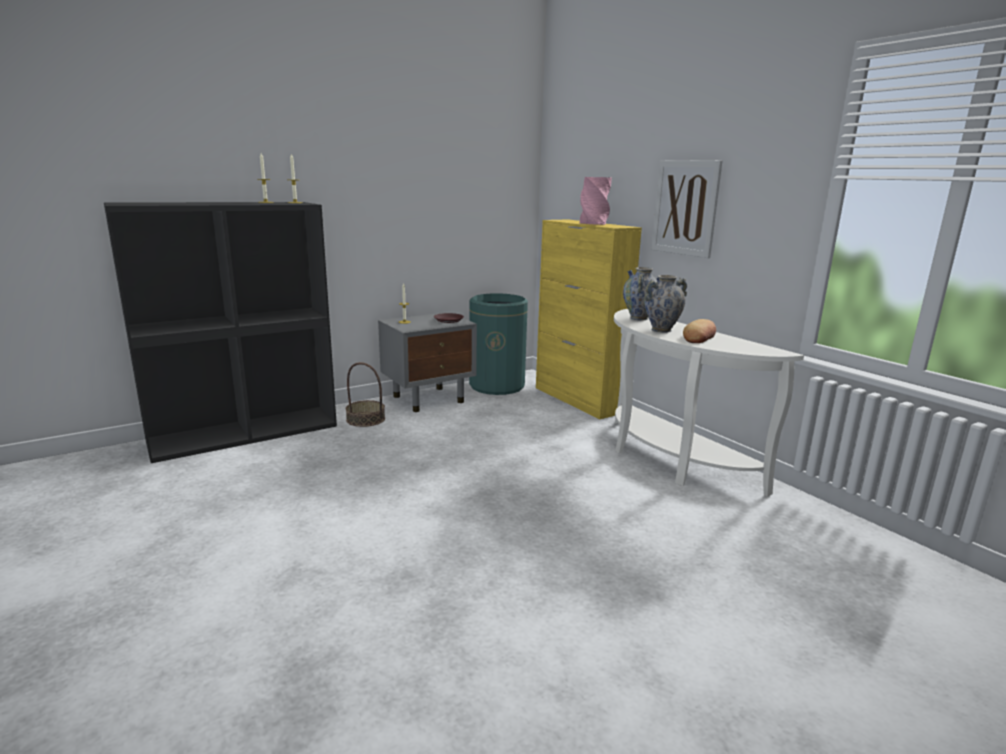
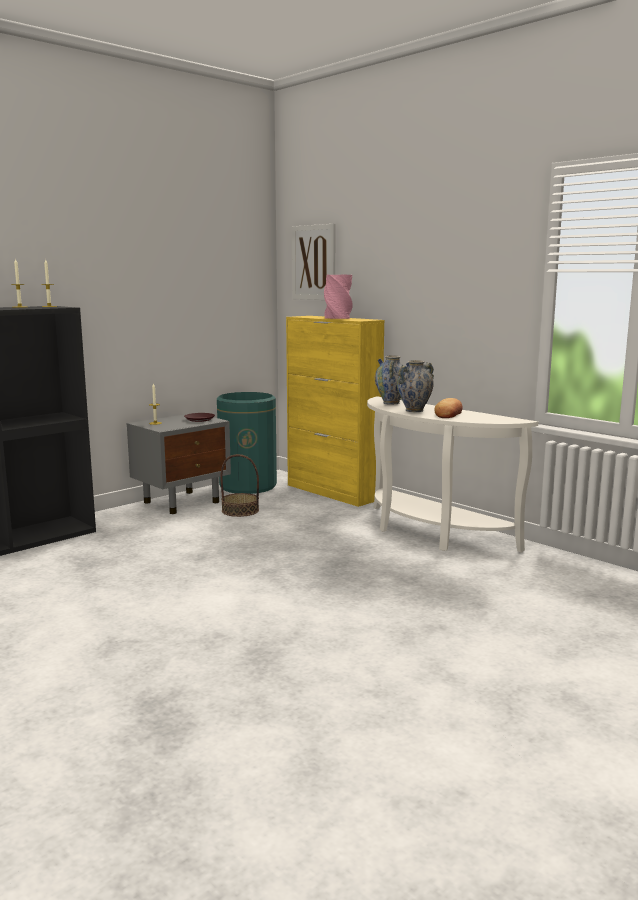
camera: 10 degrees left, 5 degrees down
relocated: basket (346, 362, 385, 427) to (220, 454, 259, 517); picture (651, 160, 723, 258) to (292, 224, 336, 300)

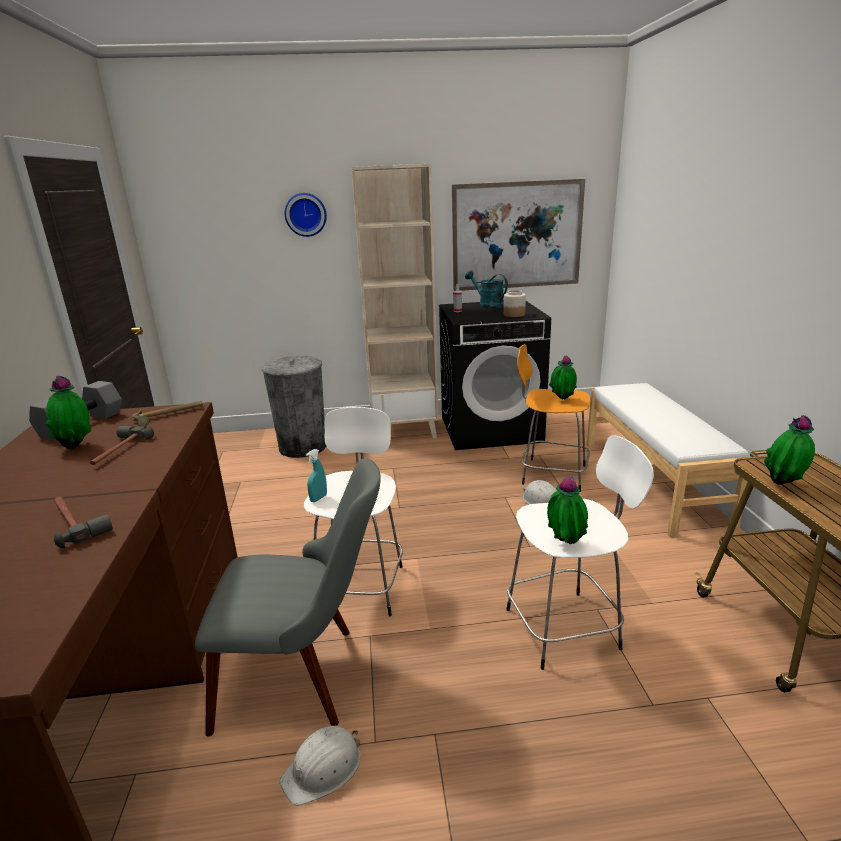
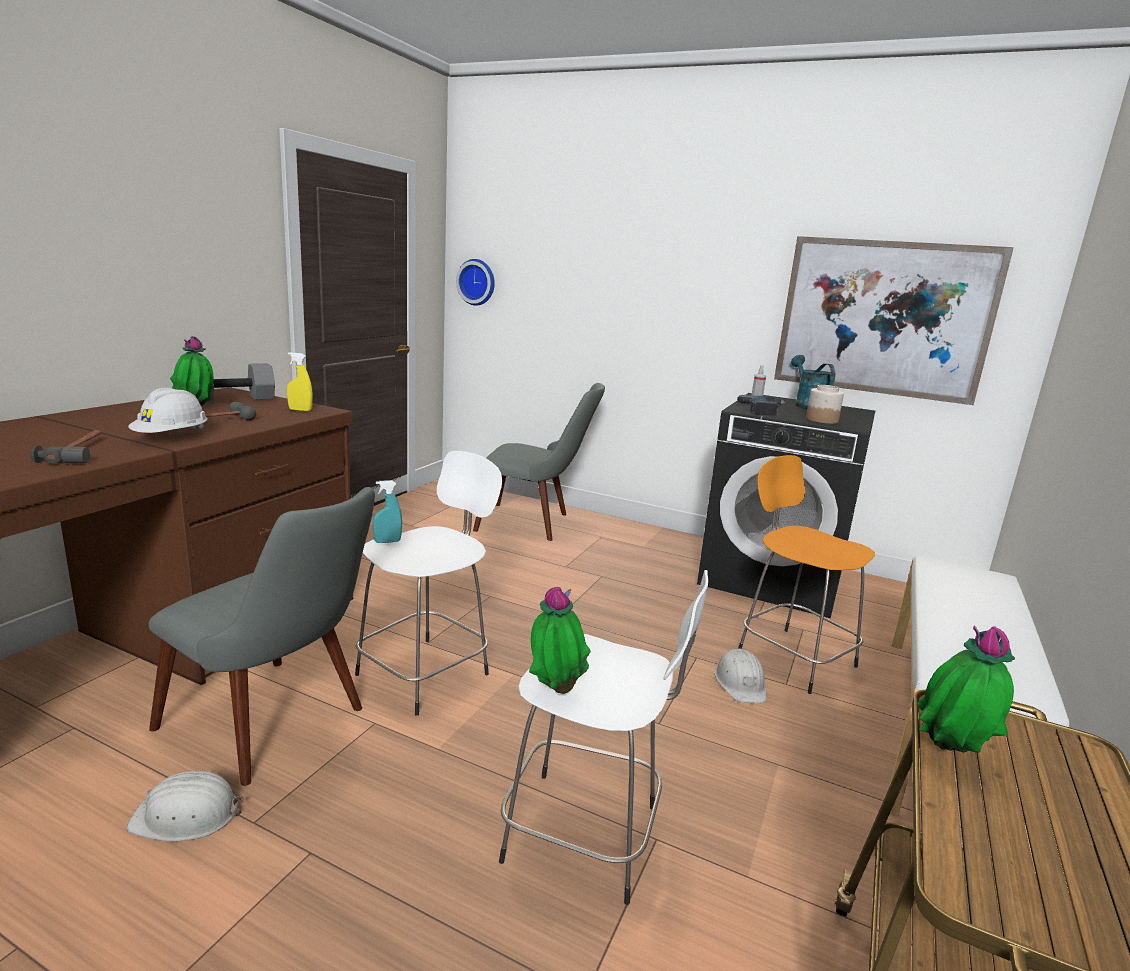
camera: 30 degrees right, 5 degrees down
missing: beige bookcase (351, 164, 439, 438); potted plant (549, 356, 577, 399)
appeared: white hard hat (128, 388, 208, 433); power drill (737, 395, 785, 416)
relocated: wall clock (285, 193, 327, 237) to (456, 259, 495, 306)
exchanged: hammer (132, 401, 203, 427) to yellow spray bottle (287, 352, 313, 412); grey trash can (262, 356, 326, 458) to grey chair (473, 383, 605, 541)

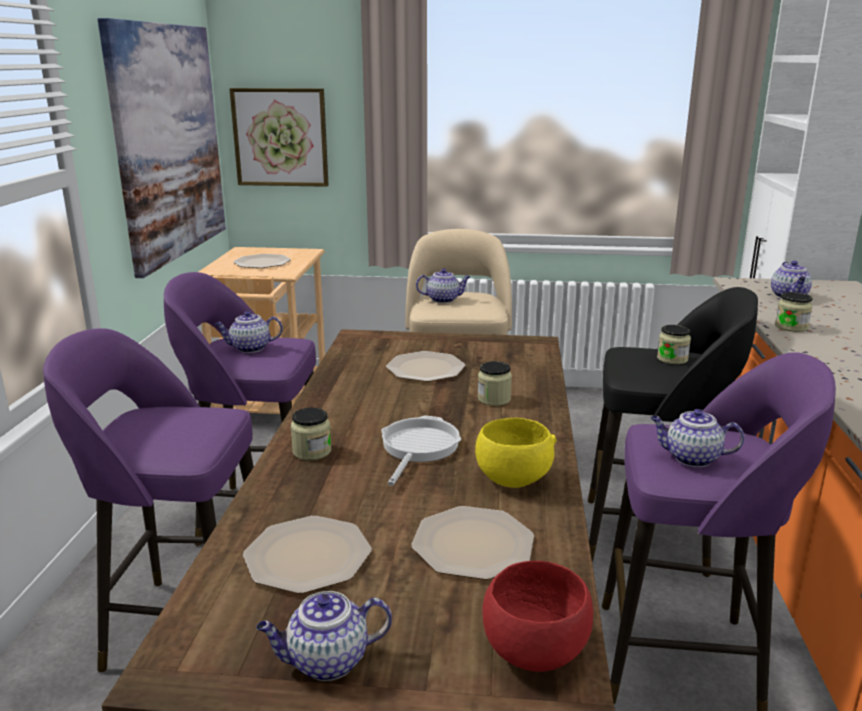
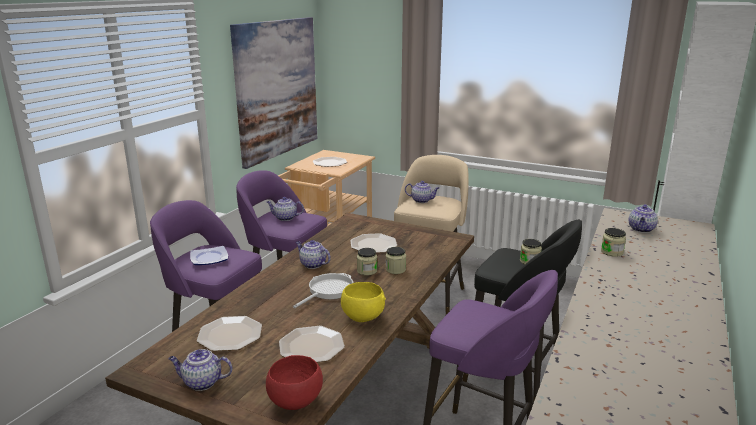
camera: 20 degrees right, 0 degrees up
missing: picture (229, 88, 329, 187)
appeared: plate (190, 246, 228, 265)
relocated: teapot (650, 409, 745, 467) to (296, 240, 331, 269); jar (291, 408, 331, 460) to (357, 248, 377, 276)

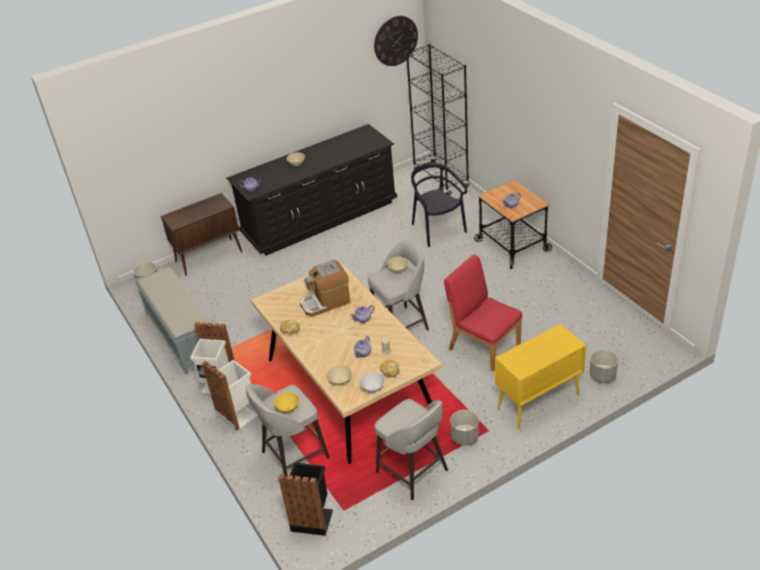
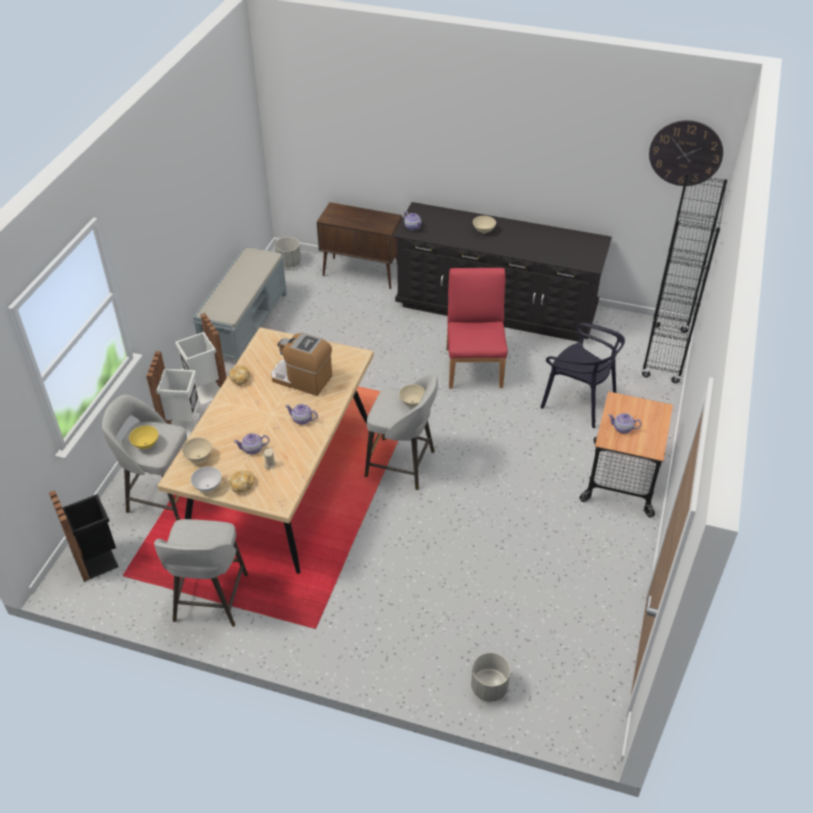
camera: 45 degrees right, 5 degrees up
missing: grey planter (450, 410, 479, 446); yellow cabinet (495, 324, 586, 429)
relocated: red chair (444, 255, 522, 372) to (446, 268, 508, 389)
spun: black chair (411, 162, 467, 247) = (540, 323, 625, 428) 105 degrees clockwise

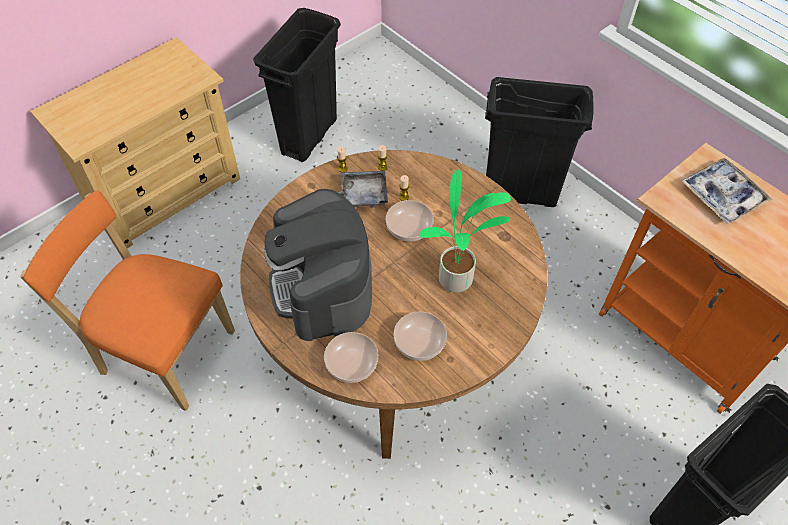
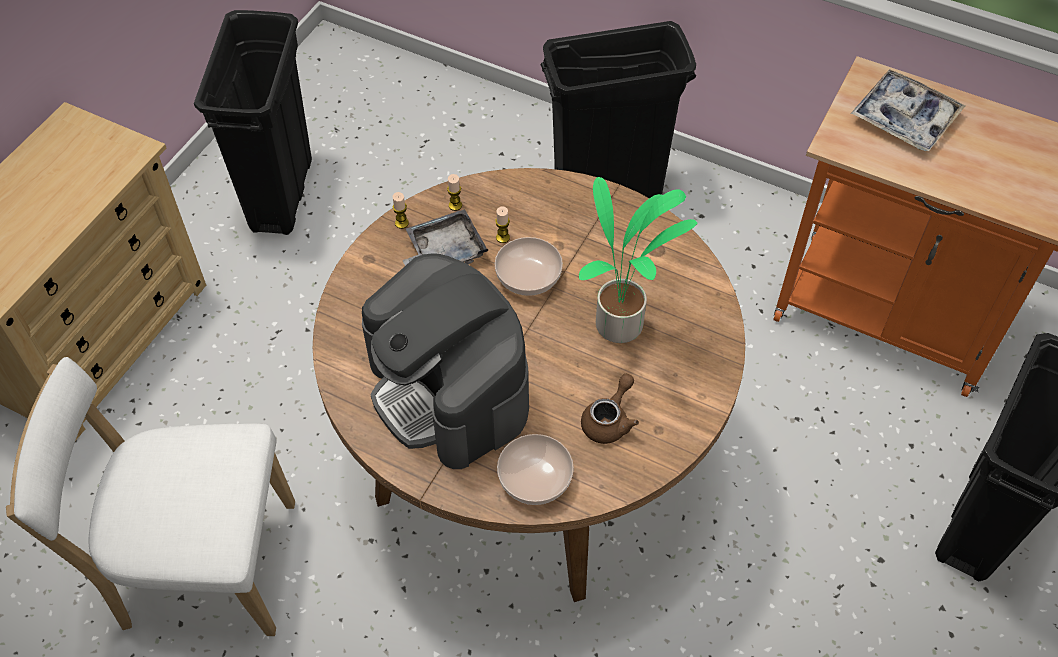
camera: 20 degrees left, 0 degrees up
exchanged: bowl (394, 312, 447, 361) to brown teapot (581, 373, 639, 444)
colour: orange chair (20, 190, 235, 411) to white chair (6, 357, 295, 636)

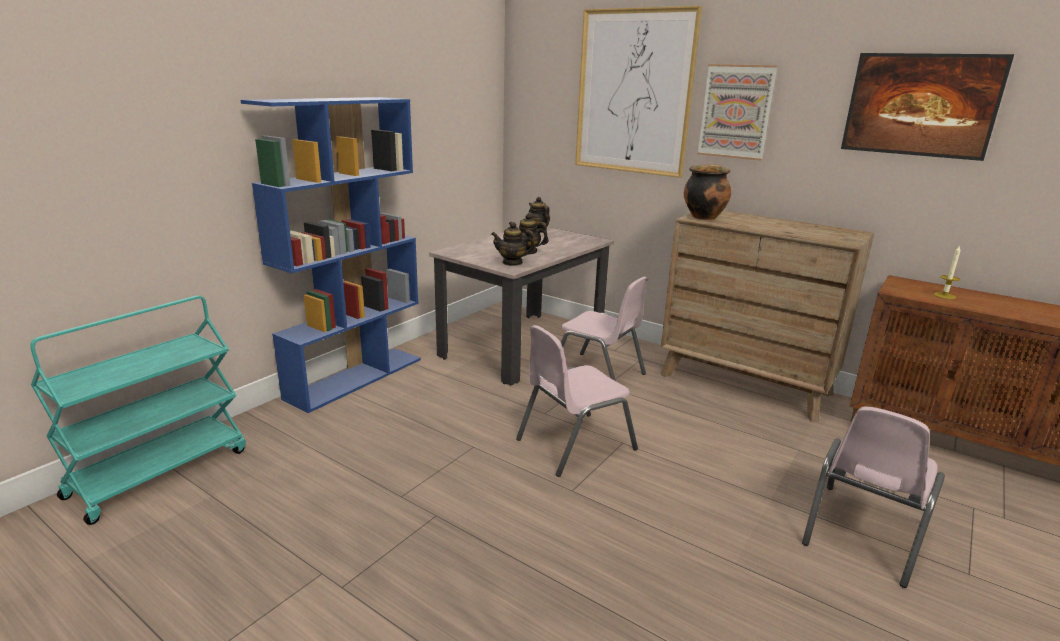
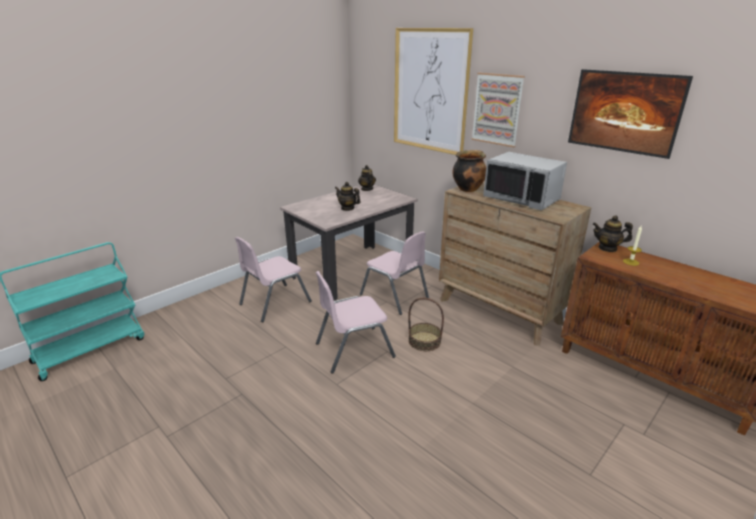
camera: 10 degrees right, 5 degrees up
missing: blue bookcase (241, 97, 421, 413)
appeared: basket (408, 298, 444, 351); grey microwave (483, 152, 567, 210)
relocated: pink chair (802, 407, 945, 588) to (235, 237, 312, 322); teapot (491, 222, 536, 266) to (593, 215, 633, 252)

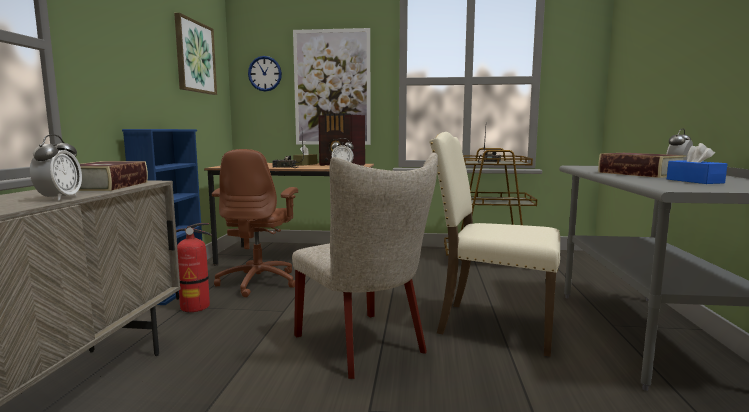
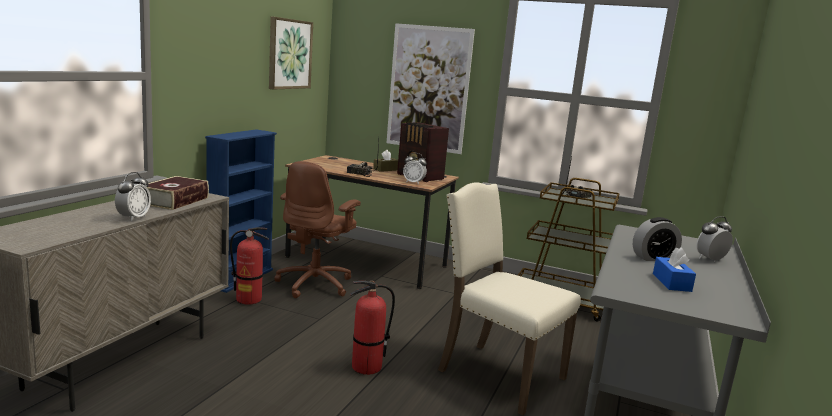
camera: 15 degrees right, 5 degrees up
missing: wall clock (248, 56, 282, 92)
exchanged: beige chair (292, 153, 438, 379) to fire extinguisher (350, 281, 395, 375); book (598, 153, 686, 178) to alarm clock (633, 217, 682, 261)

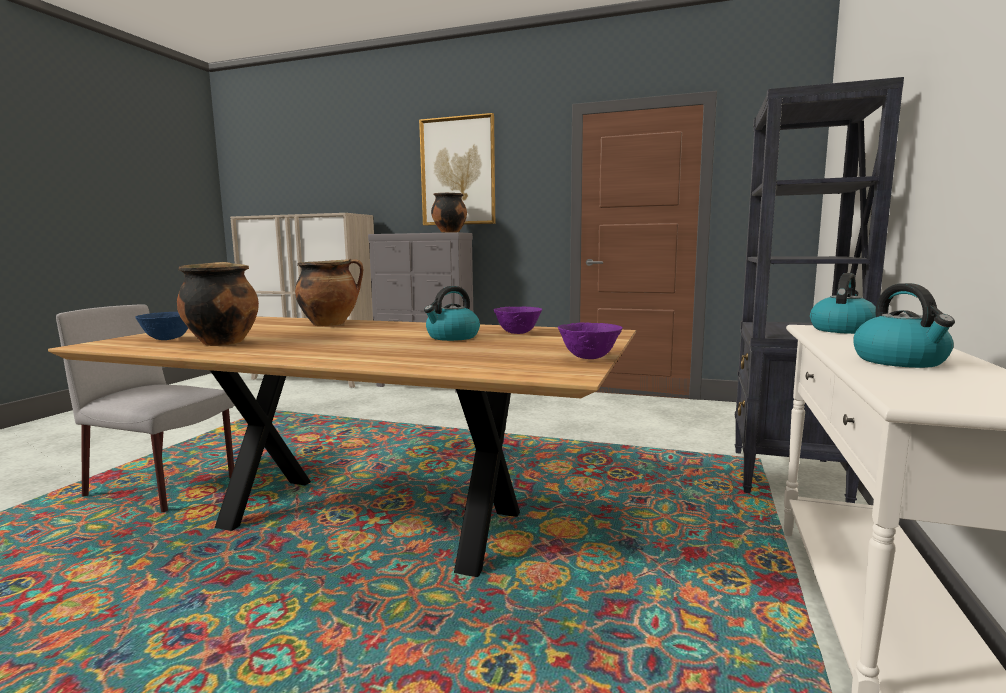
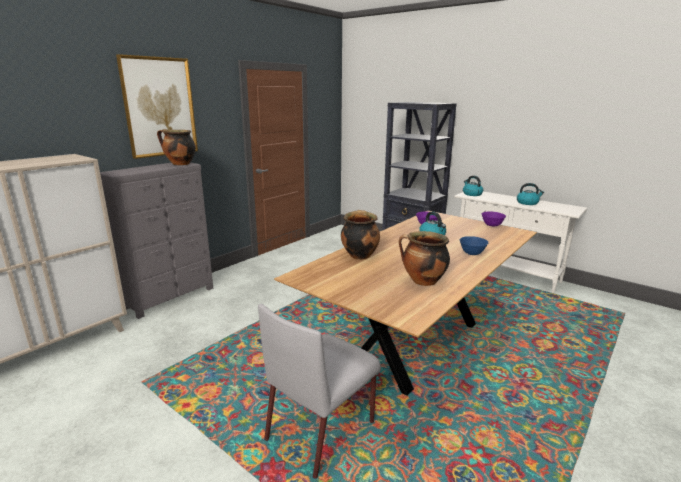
camera: 70 degrees left, 10 degrees up
relocated: blue bowl (135, 312, 188, 340) to (460, 236, 488, 255)

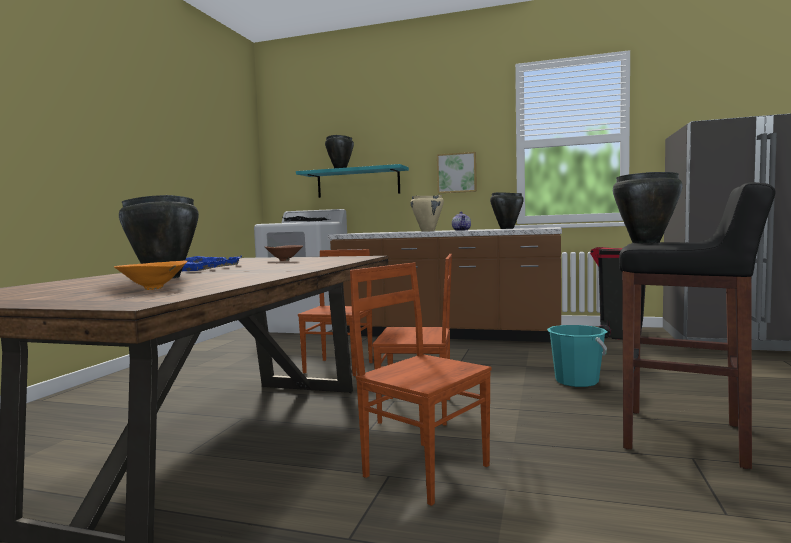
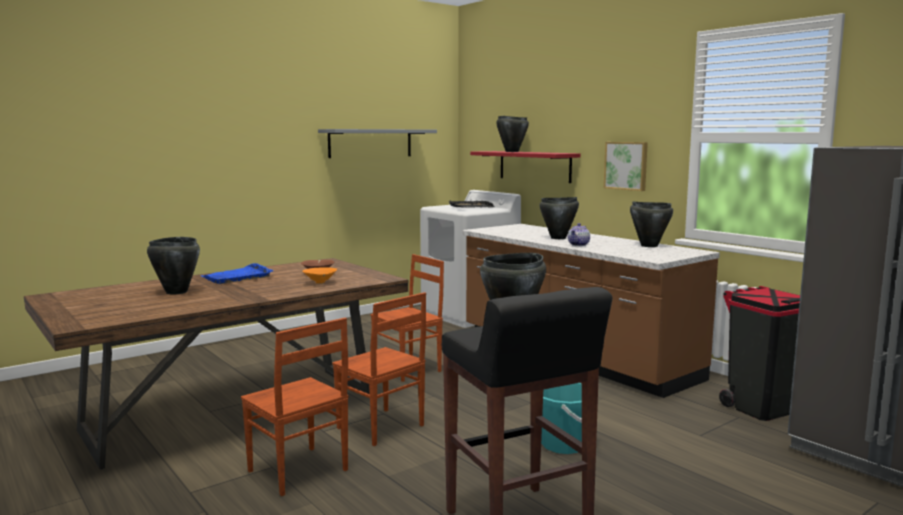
camera: 35 degrees right, 5 degrees up
appeared: grey shelf (318, 129, 437, 158)
relocated: orange bowl (114, 261, 187, 290) to (302, 267, 337, 284)
colour: turquoise shelf (296, 164, 409, 198) to red shelf (470, 151, 581, 183); beige cooking pot (410, 195, 444, 232) to black cooking pot (539, 197, 579, 239)
spun: brown chair (350, 262, 492, 506) = (241, 318, 348, 496) 150 degrees clockwise

